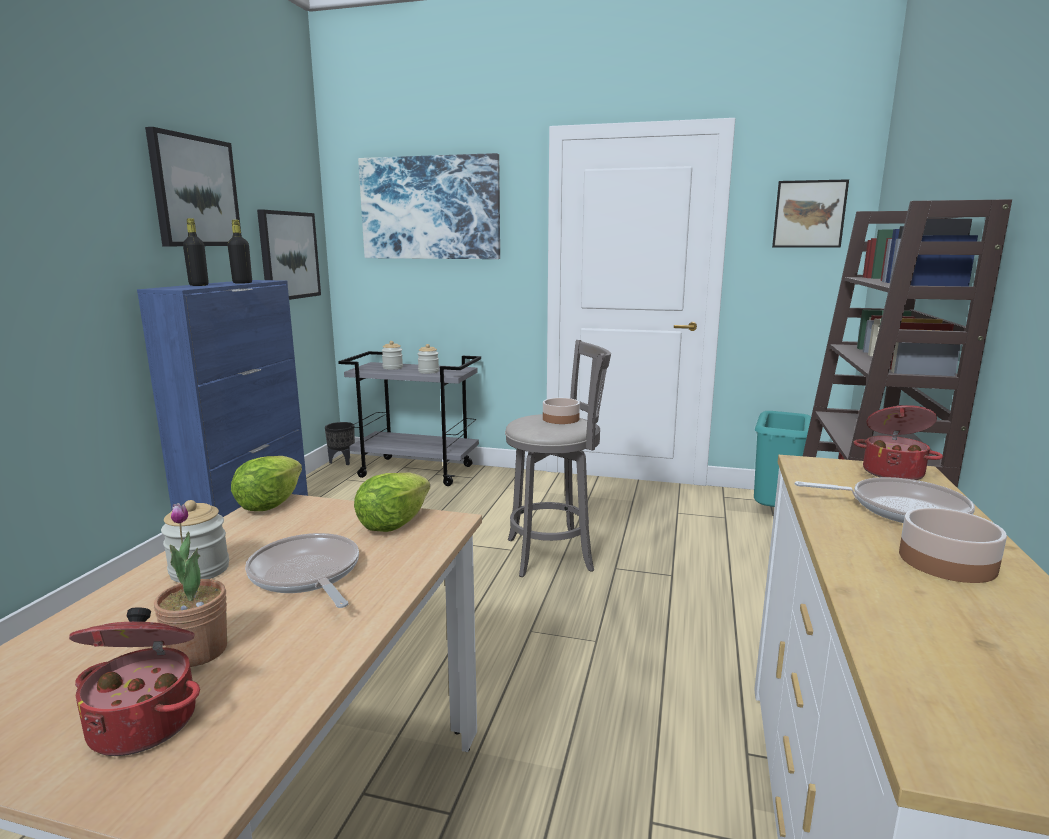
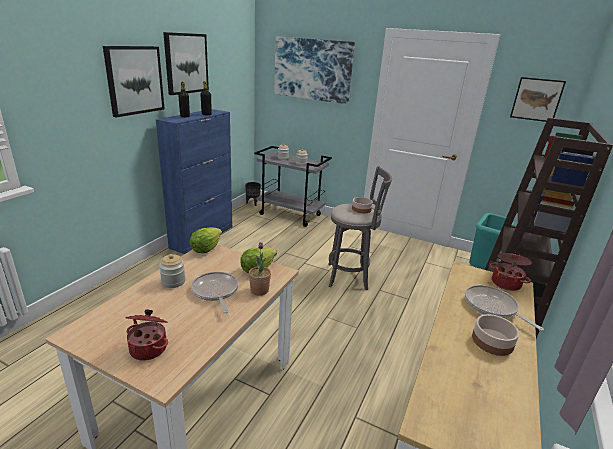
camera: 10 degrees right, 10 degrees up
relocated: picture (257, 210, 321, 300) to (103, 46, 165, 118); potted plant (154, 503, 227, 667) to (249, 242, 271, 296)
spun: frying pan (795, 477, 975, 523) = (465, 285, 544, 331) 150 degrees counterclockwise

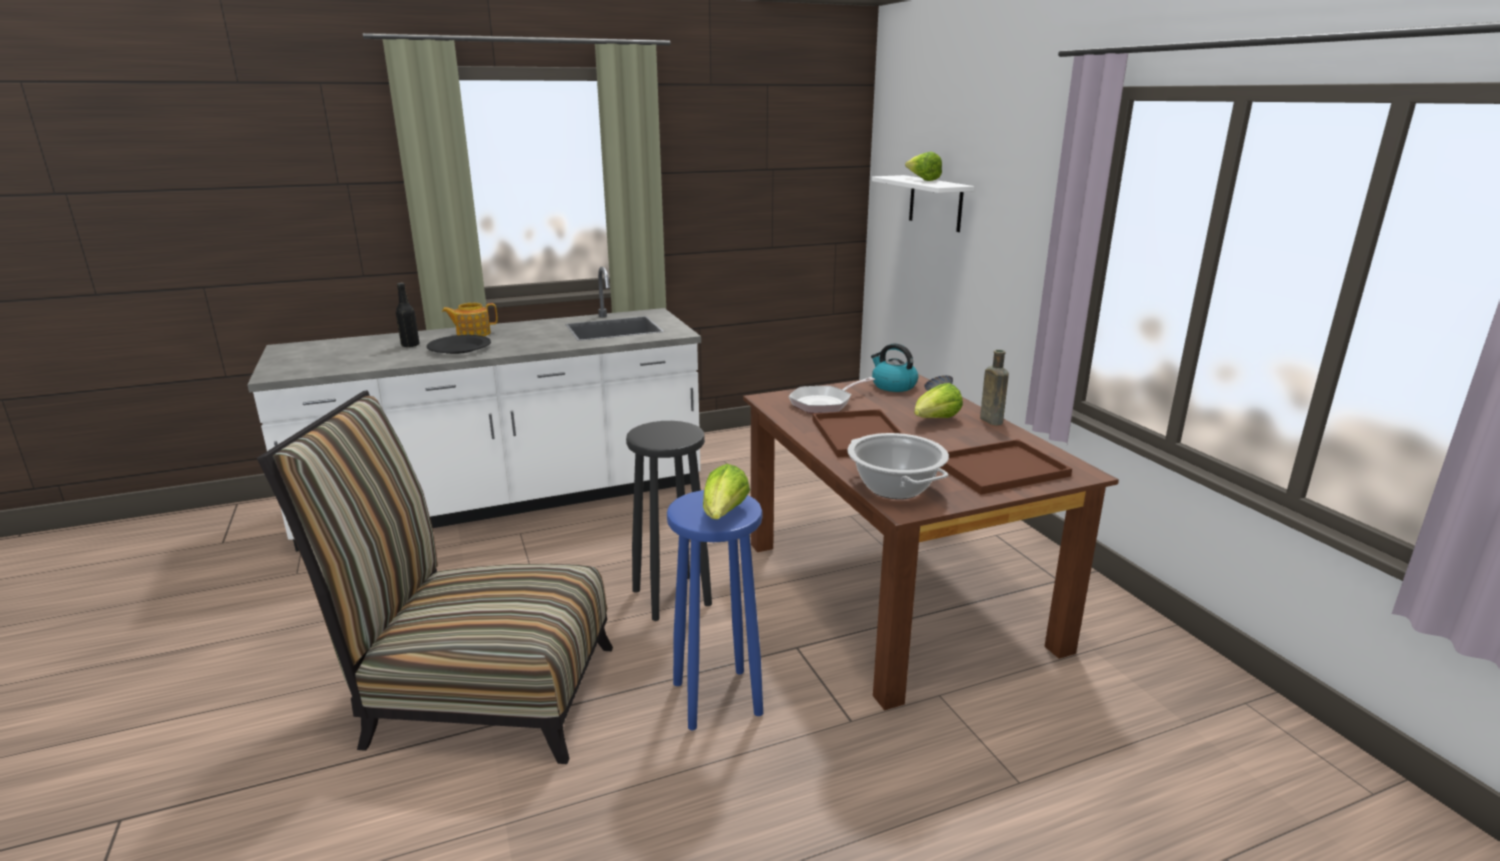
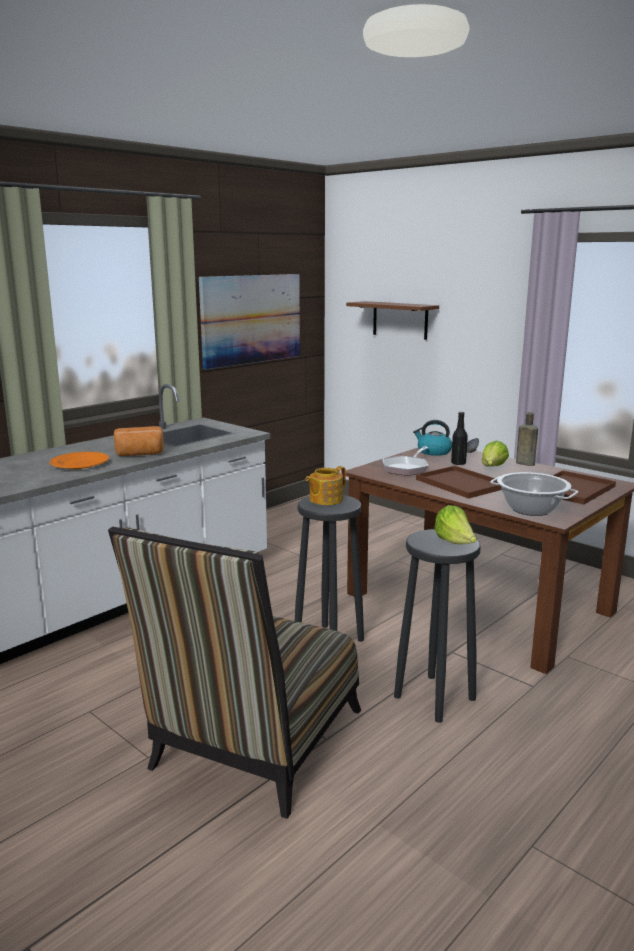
camera: 25 degrees left, 5 degrees down
missing: lettuce (905, 151, 942, 181)
appeared: bread (114, 426, 164, 456); picture (199, 274, 300, 369)
relocated: teapot (442, 303, 498, 336) to (305, 466, 346, 505); black bottle (396, 283, 420, 347) to (451, 412, 468, 465)
colour: black plate (427, 335, 491, 354) to orange plate (50, 452, 109, 469); white shelf (871, 175, 975, 232) to brown shelf (346, 301, 439, 340); blue stool (667, 490, 763, 730) to black stool (394, 529, 480, 723)
spun: chair (257, 390, 613, 764) = (108, 527, 361, 819) 45 degrees counterclockwise

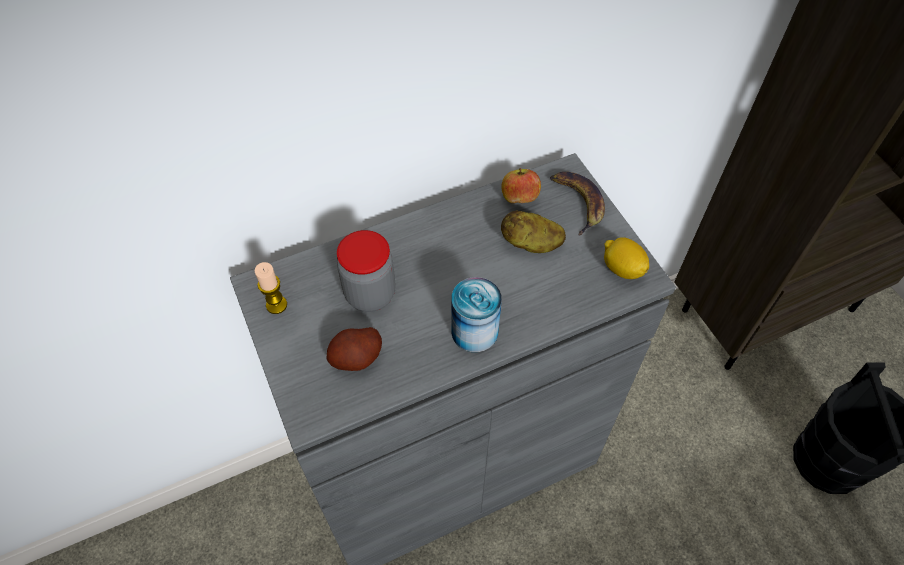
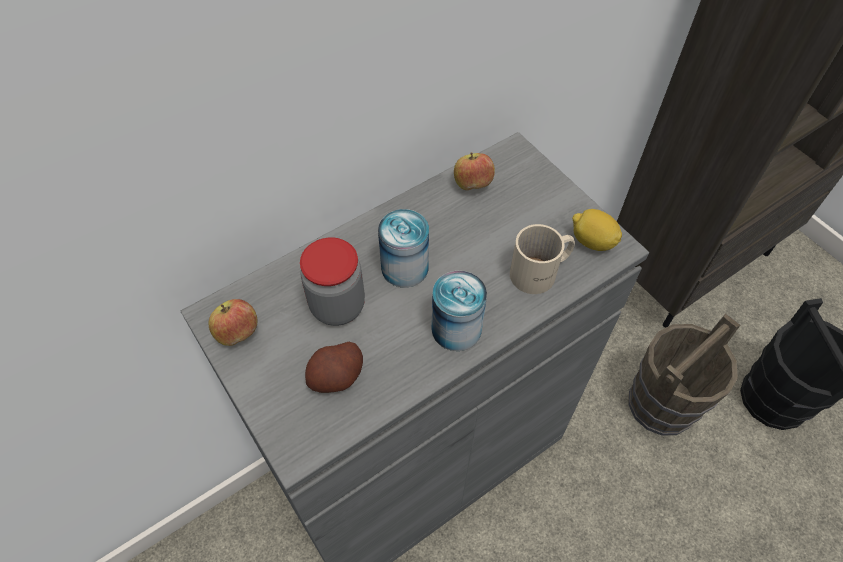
camera: 10 degrees left, 0 degrees up
missing: potato (501, 210, 566, 253); banana (550, 172, 605, 235)
appeared: can (378, 209, 429, 288); beige mug (510, 224, 575, 294); brown bucket (628, 313, 740, 436)
exchanged: candle (255, 262, 287, 314) to apple (208, 299, 257, 346)

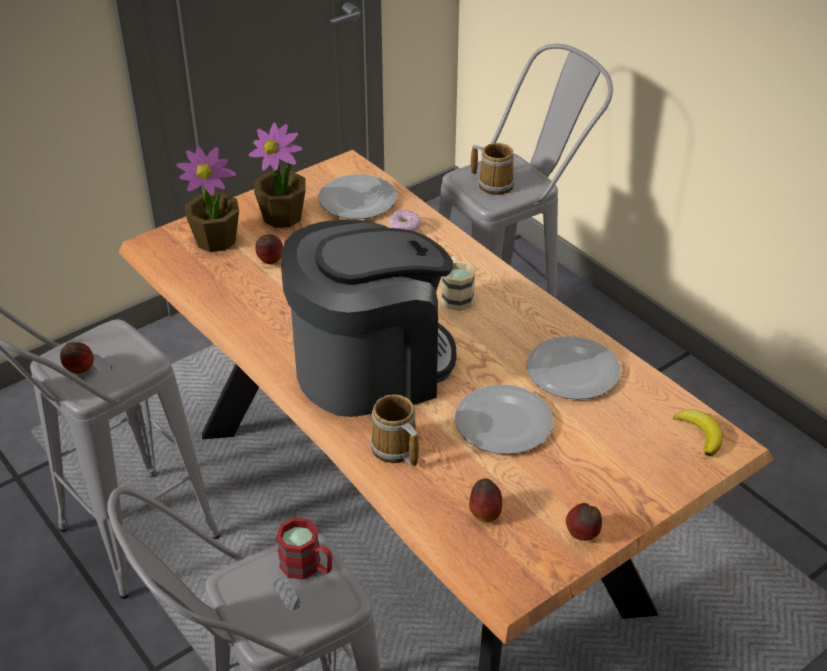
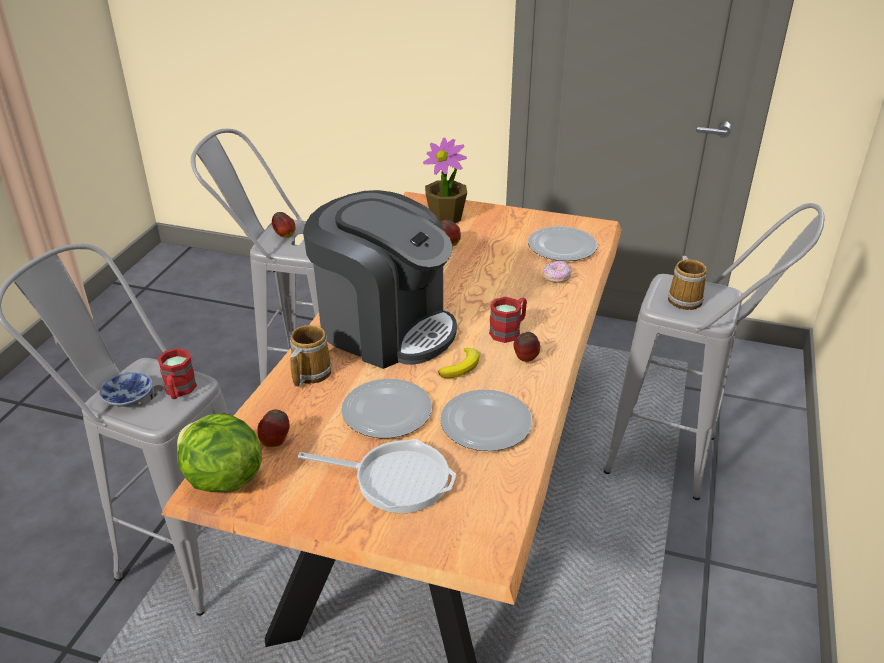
camera: 55 degrees right, 5 degrees down
missing: potted plant (249, 123, 306, 228)
appeared: bowl (99, 372, 153, 407); lettuce (177, 413, 262, 492); frying pan (298, 439, 456, 513)
relocated: banana (673, 409, 722, 456) to (438, 348, 480, 378); apple (566, 503, 602, 541) to (513, 332, 540, 362)
colour: beige mug (441, 256, 476, 311) to red mug (489, 297, 527, 343)

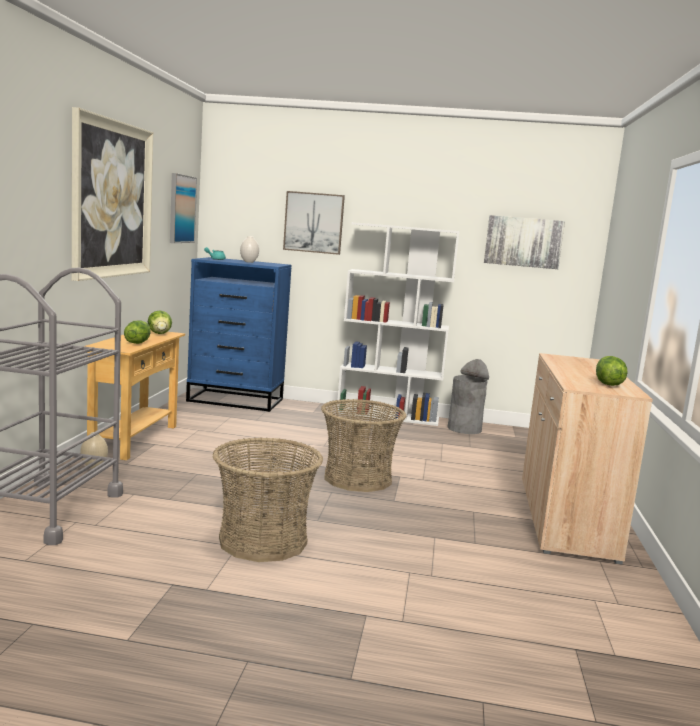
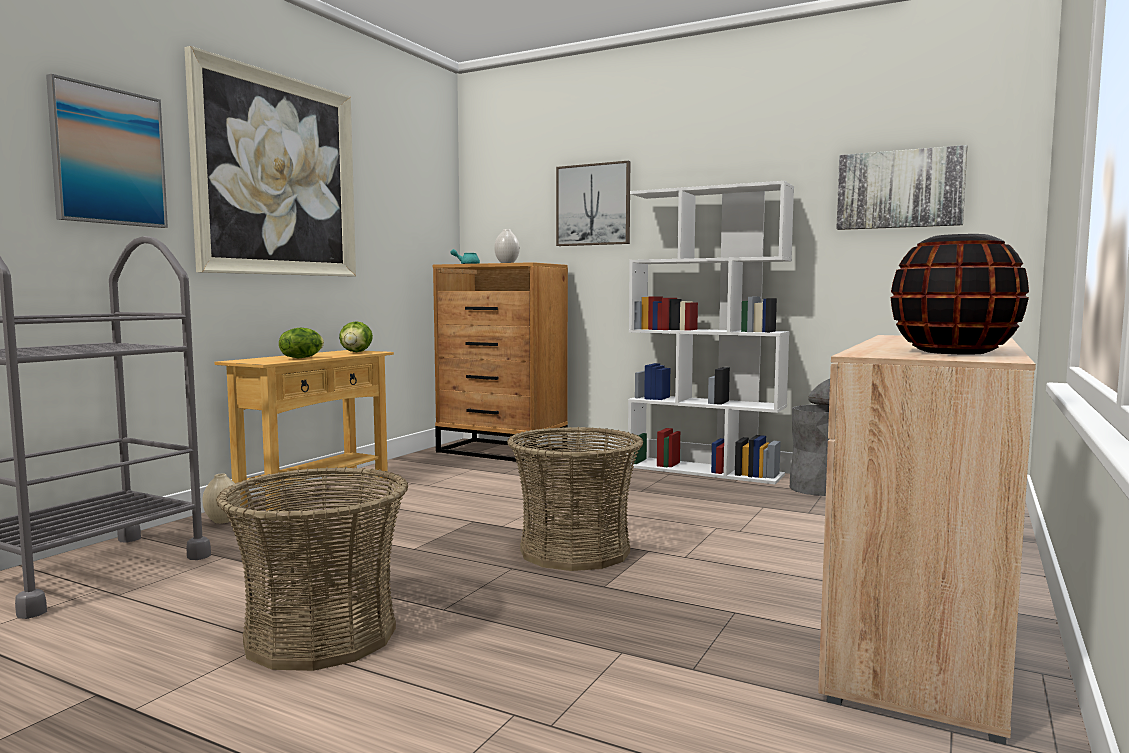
camera: 20 degrees right, 5 degrees down
relocated: picture (170, 173, 197, 243) to (46, 74, 168, 228)
exchanged: lettuce (596, 356, 627, 386) to black vase (891, 234, 1029, 355)
colour: blue dresser (186, 257, 291, 412) to brown dresser (433, 262, 568, 462)

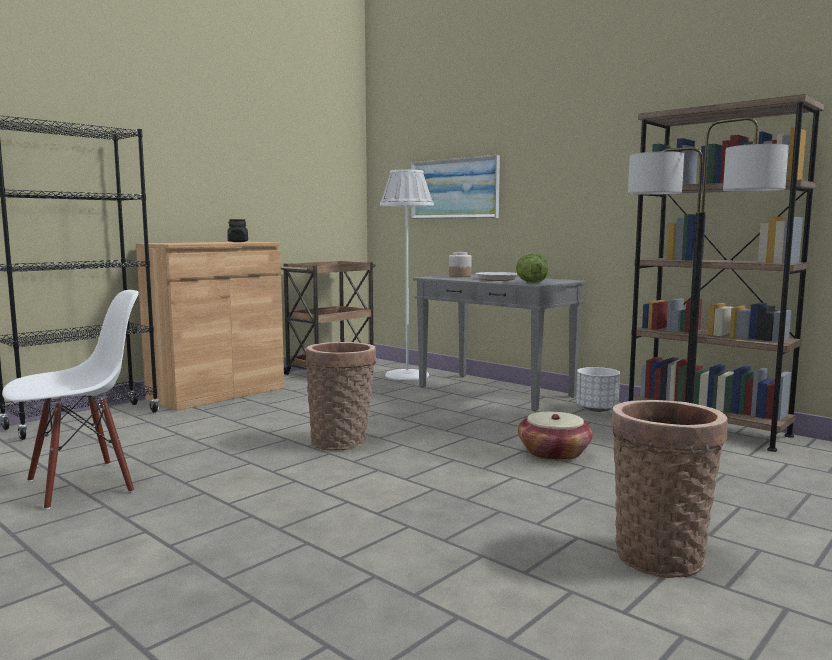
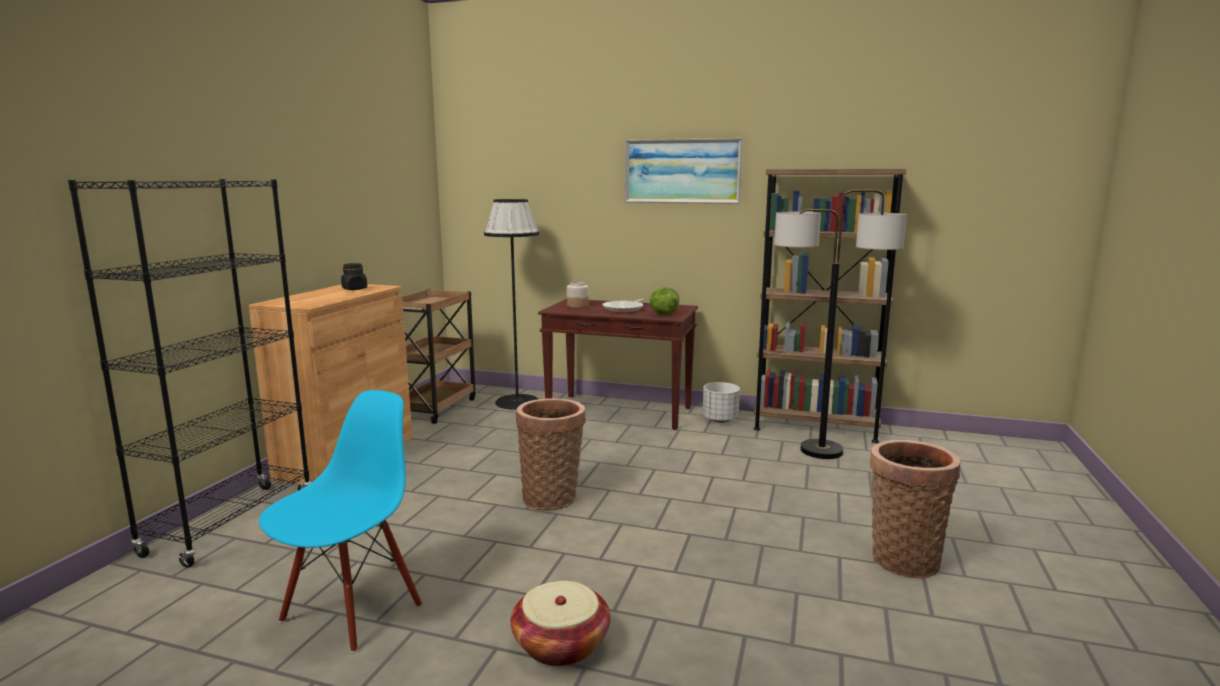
camera: 25 degrees left, 5 degrees up
relocated: basket (518, 412, 593, 461) to (511, 581, 610, 666); picture (411, 155, 500, 219) to (624, 138, 743, 204)
colour: white chair (2, 290, 139, 510) to blue chair (259, 390, 422, 653); white floor lamp (380, 170, 434, 380) to black floor lamp (484, 199, 539, 410); grey console table (413, 274, 586, 411) to brown console table (538, 299, 698, 430)

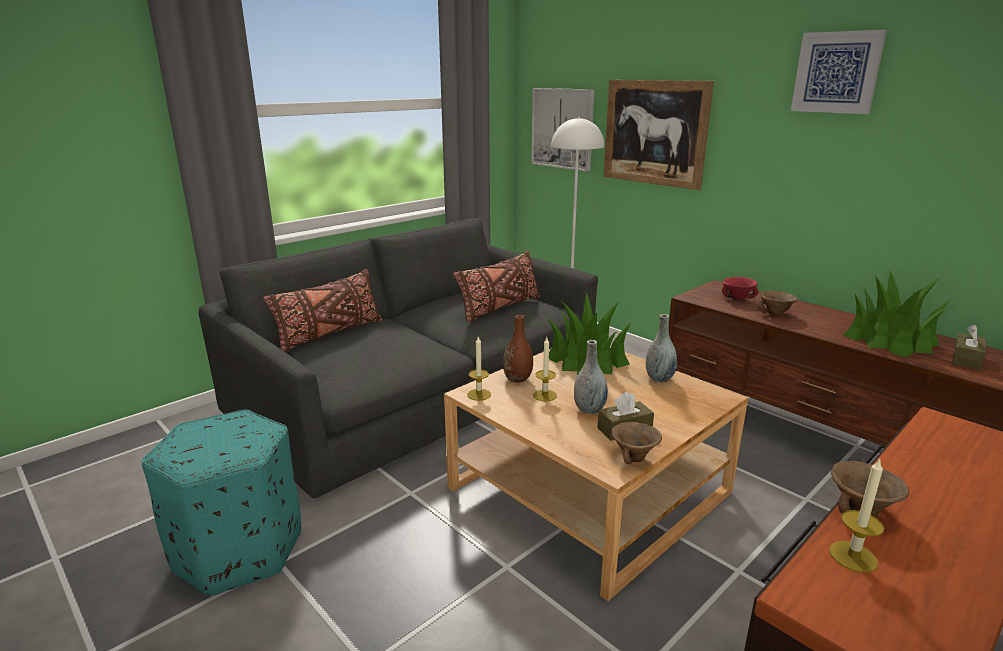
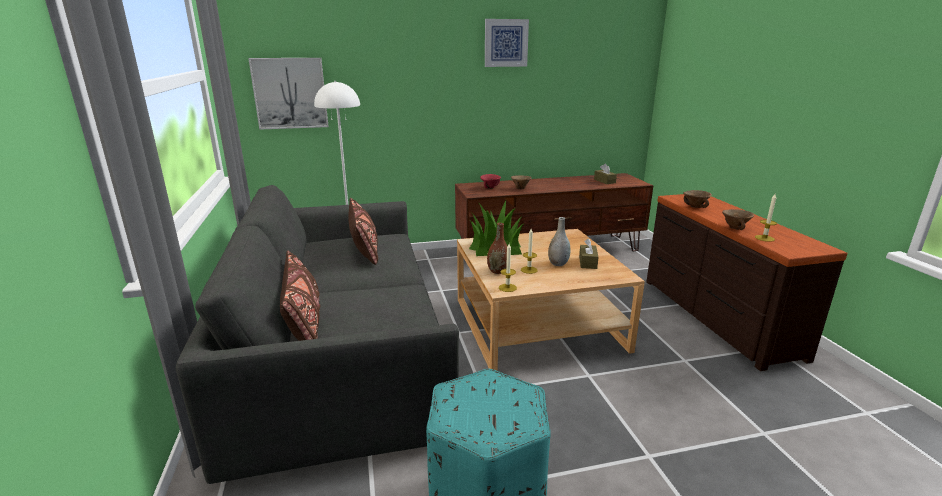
camera: 60 degrees left, 0 degrees up
missing: picture (603, 80, 714, 190); grey vase (646, 314, 677, 382); potted plant (843, 269, 950, 358)
relocated: brown bowl (612, 422, 662, 464) to (684, 190, 712, 208)

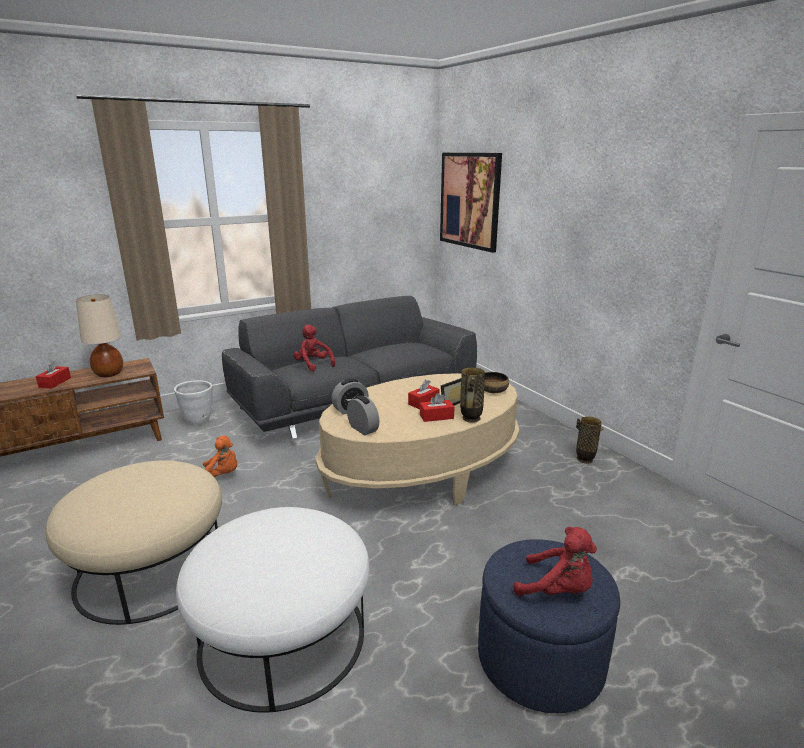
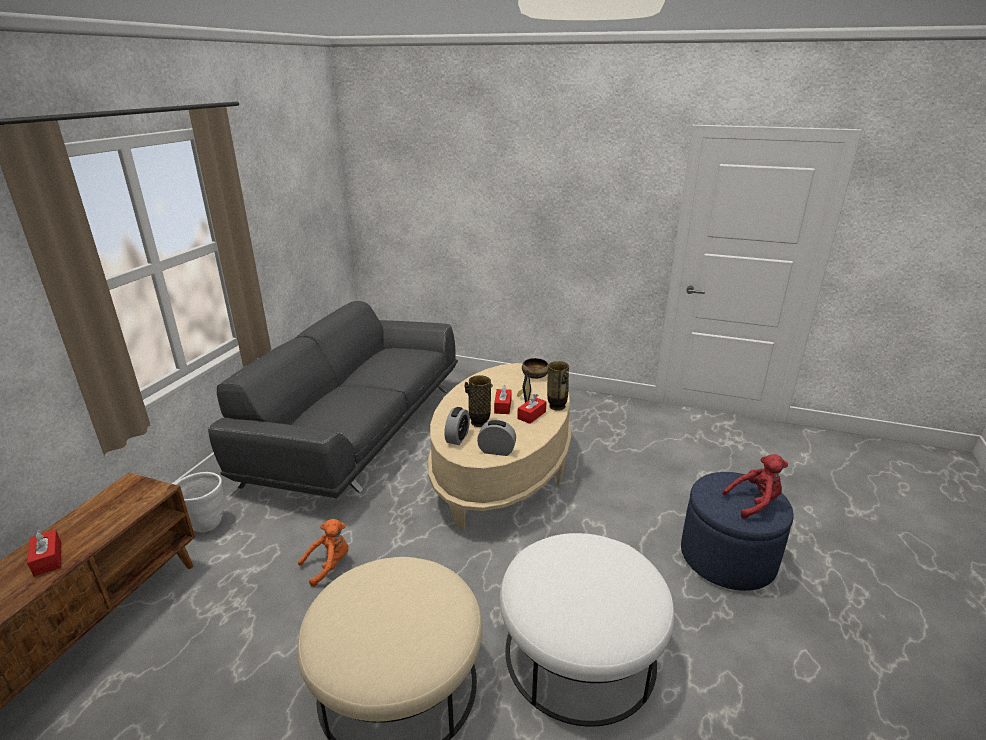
camera: 40 degrees left, 5 degrees up
missing: beige table lamp (76, 295, 123, 377); red plush toy (293, 325, 335, 372); picture (440, 153, 502, 253)
relocated: vase (576, 416, 603, 464) to (464, 375, 493, 427)

